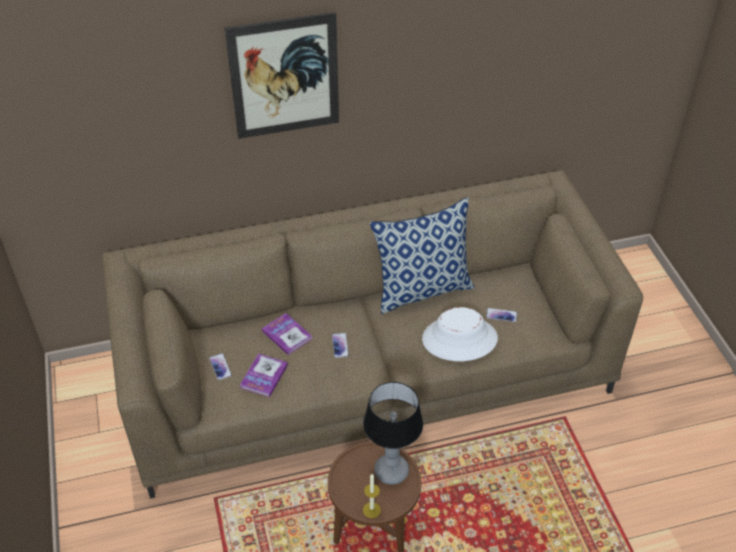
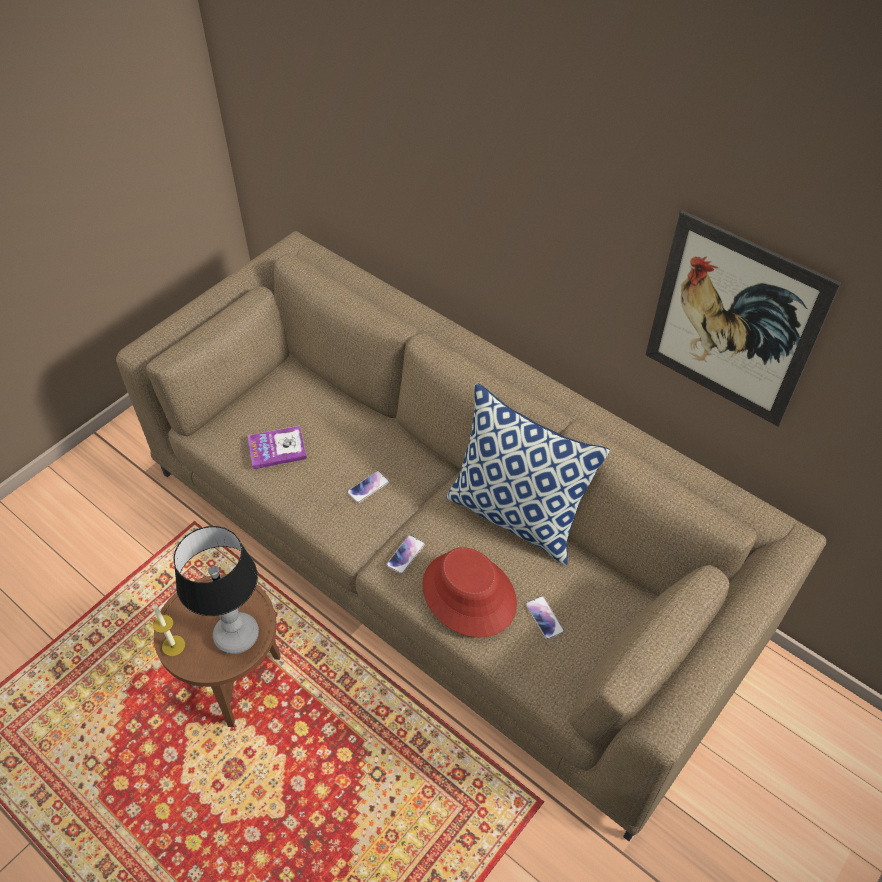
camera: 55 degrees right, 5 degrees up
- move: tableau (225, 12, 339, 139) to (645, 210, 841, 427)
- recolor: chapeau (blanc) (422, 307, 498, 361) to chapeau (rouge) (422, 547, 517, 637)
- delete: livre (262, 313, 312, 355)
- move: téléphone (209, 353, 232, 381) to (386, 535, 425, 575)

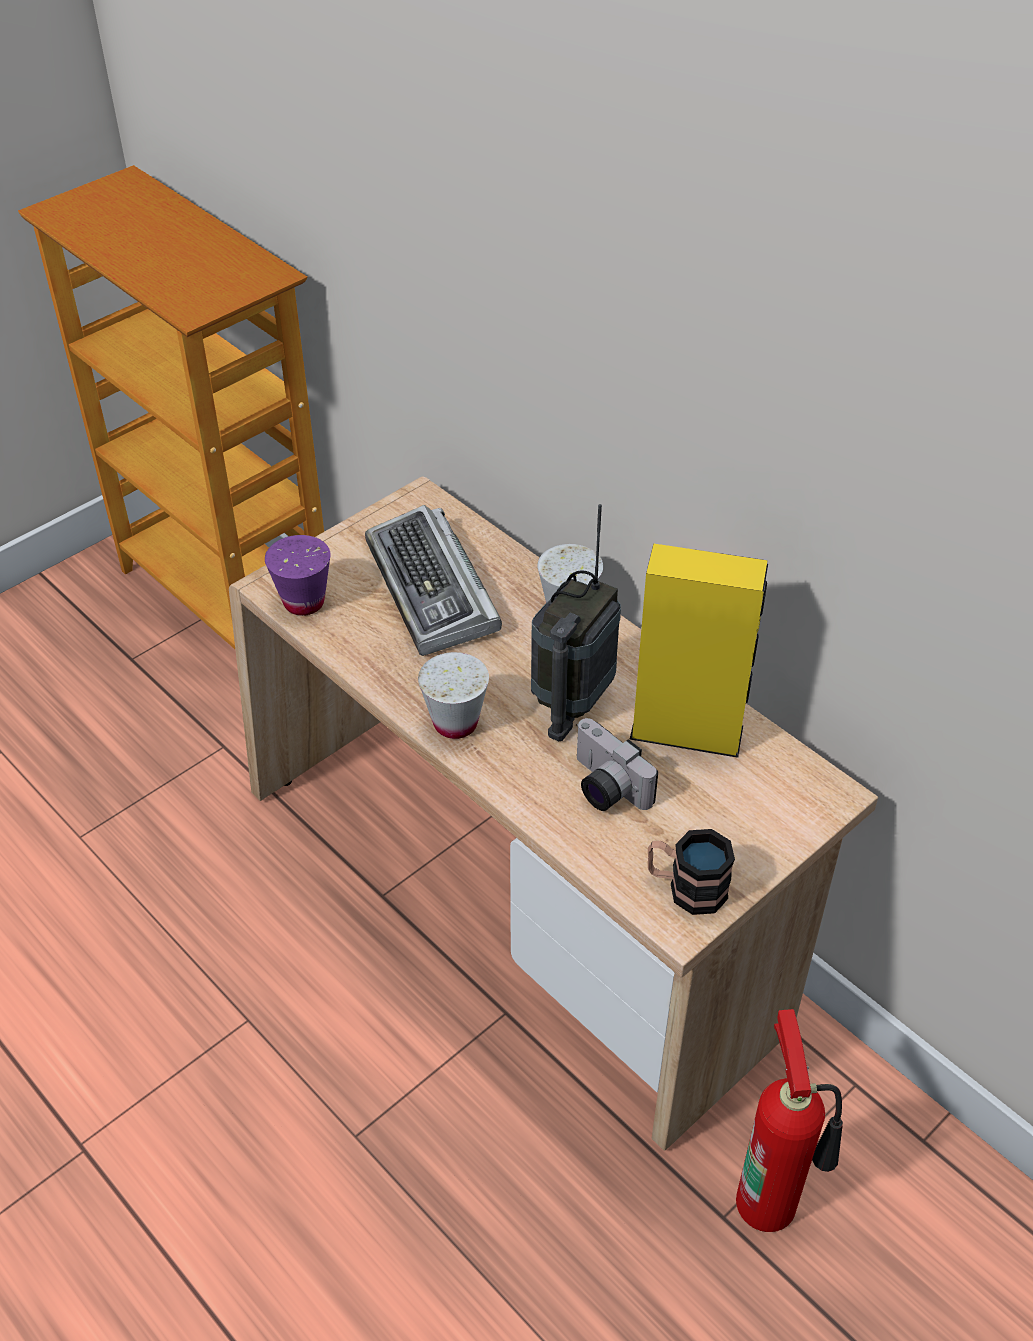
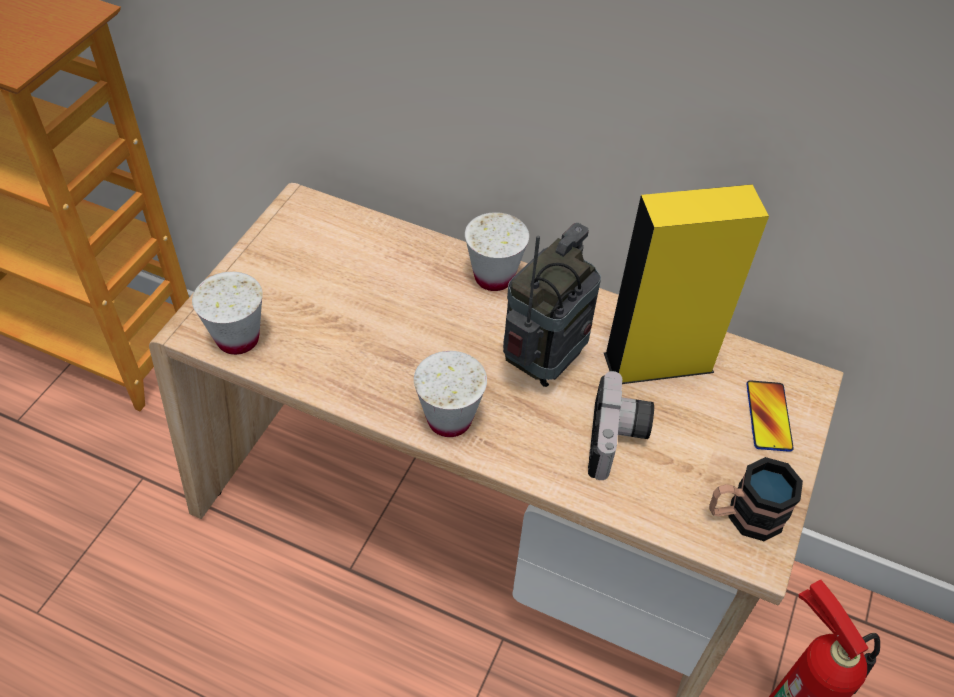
camera: 25 degrees left, 5 degrees up
- rotate: radio (531, 504, 621, 742) = (503, 223, 601, 387) 150 degrees counterclockwise
- delete: clavier (365, 505, 502, 656)
- recolor: tasse (violet) (265, 535, 331, 616) to tasse (blanc) (192, 272, 263, 355)
- rotate: appareil photo (576, 718, 658, 811) = (588, 371, 654, 480) 105 degrees counterclockwise
- insert: téléphone (746, 380, 794, 452)

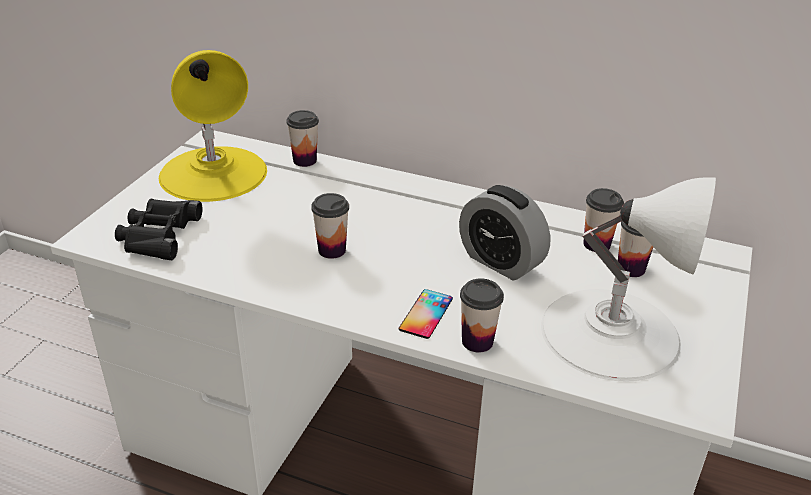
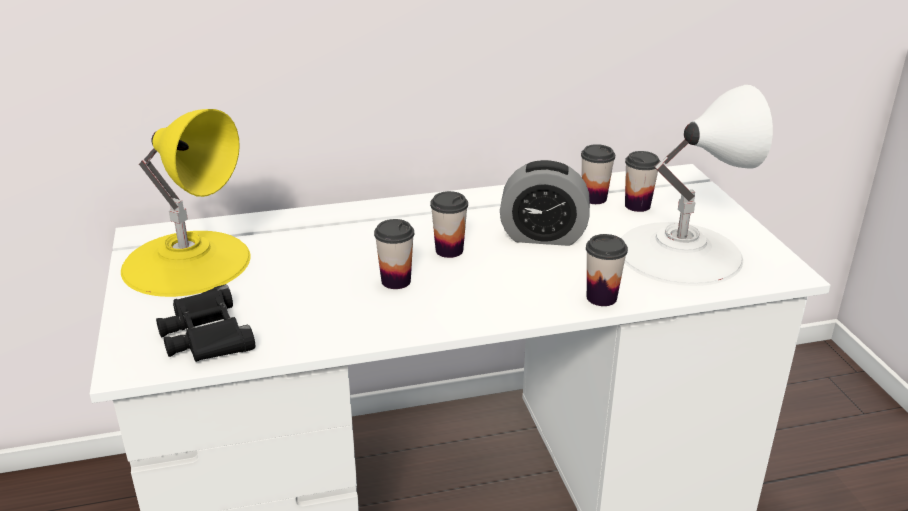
camera: 35 degrees left, 5 degrees down
- move: tasse (286, 110, 319, 167) to (430, 191, 468, 258)
- delete: téléphone (399, 289, 453, 339)

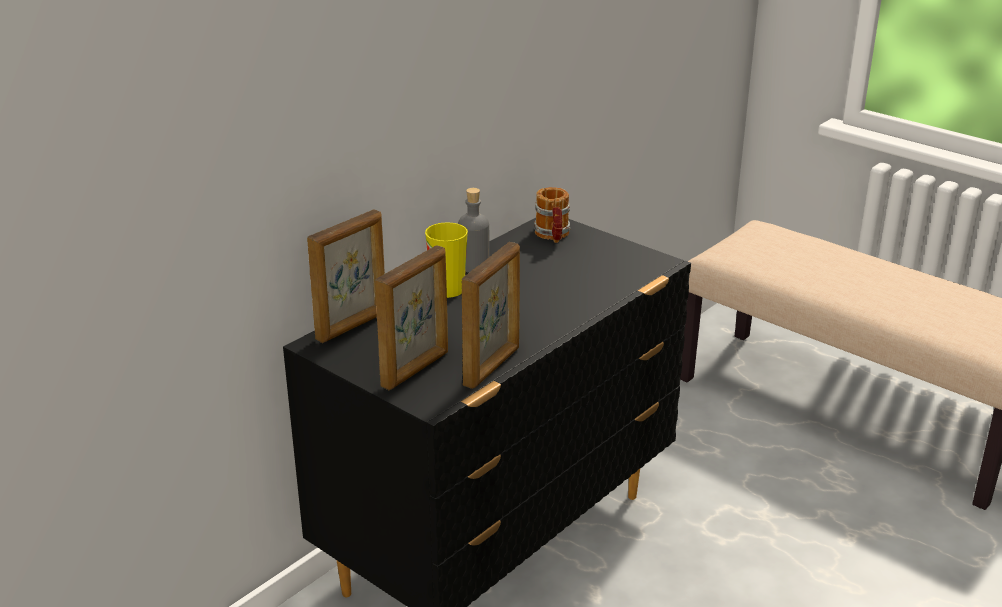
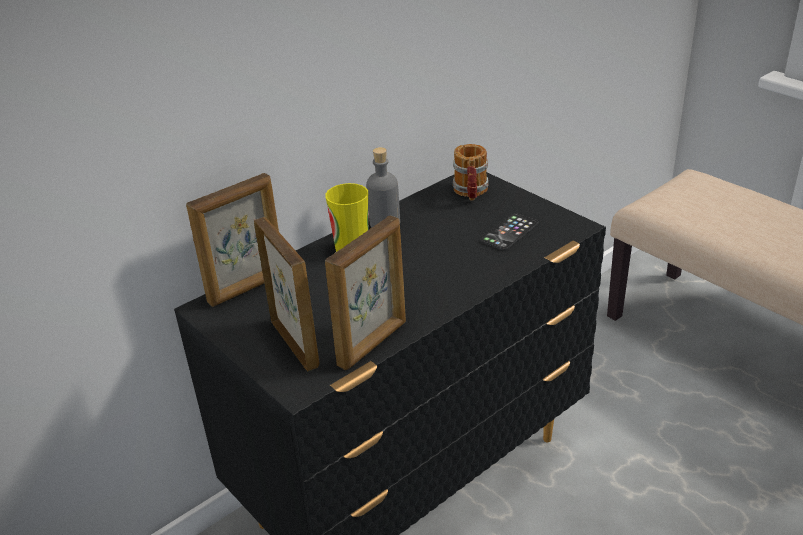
camera: 10 degrees right, 5 degrees up
- rotate: cadre photo (375, 245, 448, 390) = (254, 217, 319, 372) 75 degrees counterclockwise
- insert: téléphone (481, 213, 538, 250)

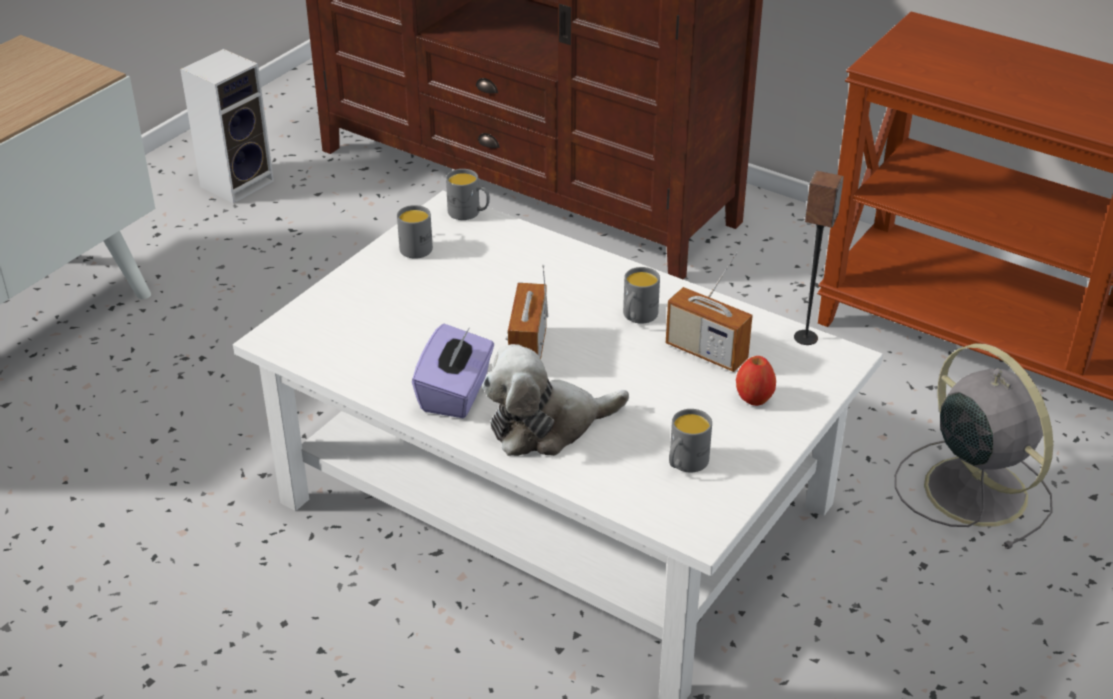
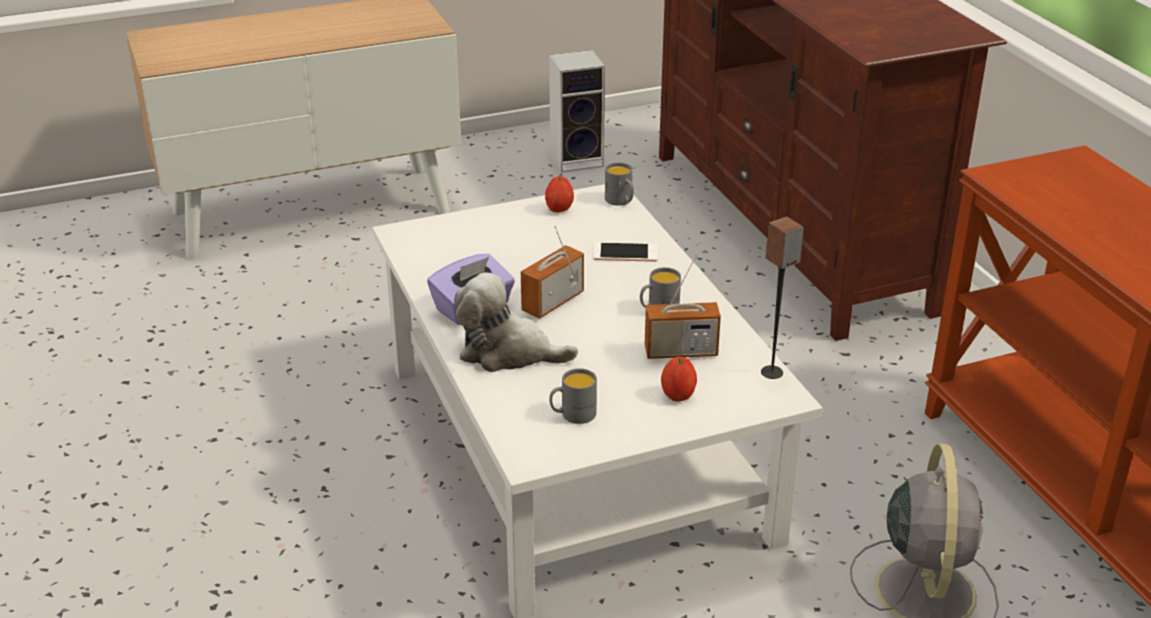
camera: 35 degrees right, 5 degrees down
- replace: mug (gris) (397, 205, 433, 259) to pomme (545, 176, 574, 212)
- rotate: radio (666, 252, 753, 372) = (645, 254, 721, 359) 75 degrees counterclockwise
- insert: téléphone (593, 242, 657, 262)

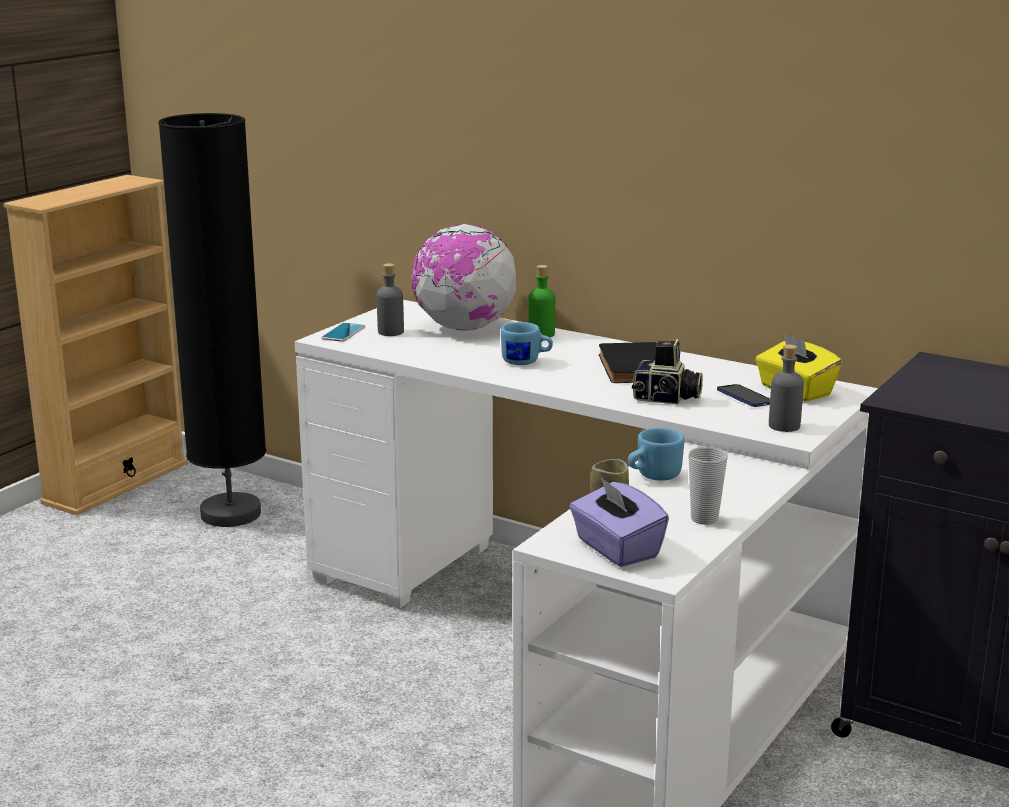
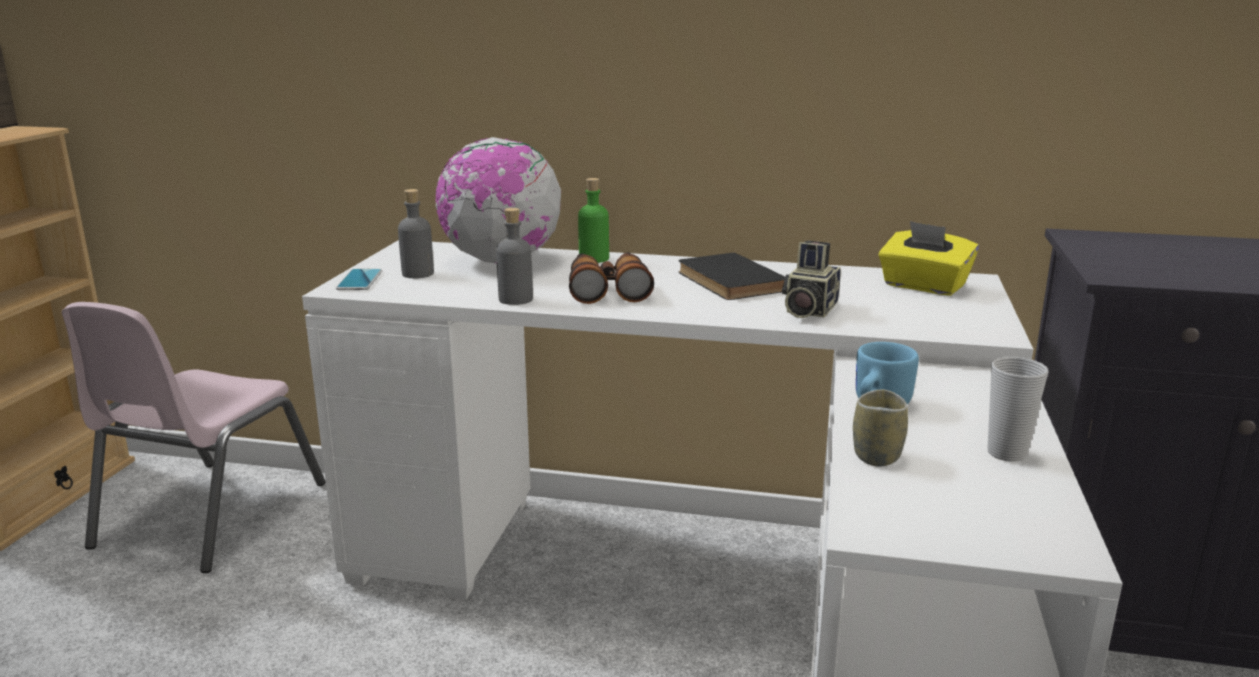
camera: 20 degrees left, 0 degrees up
- replace: lampadaire (noir) (158, 113, 266, 527) to chaise (rose) (62, 302, 325, 573)
- replace: mug (bleu) (501, 322, 553, 365) to jumelles (569, 252, 654, 304)
- rotate: appareil photo (632, 339, 703, 404) = (782, 240, 841, 318) 120 degrees clockwise
- move: bouteille (gris) (769, 345, 804, 432) to (496, 208, 533, 305)
- delete: téléphone (717, 384, 770, 407)
- delete: boîte à mouchoirs (violet) (570, 476, 669, 567)

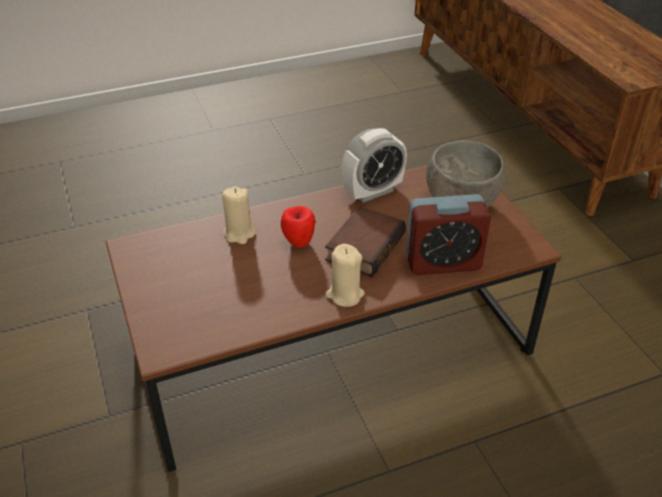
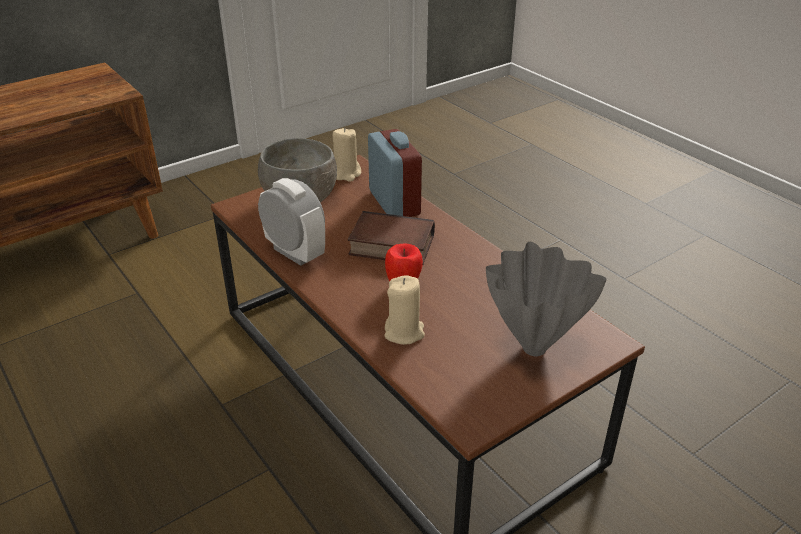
camera: 105 degrees left, 5 degrees down
- move: bougie (beige) (325, 244, 365, 307) to (333, 127, 361, 182)
- insert: vase (gris) (486, 242, 607, 356)

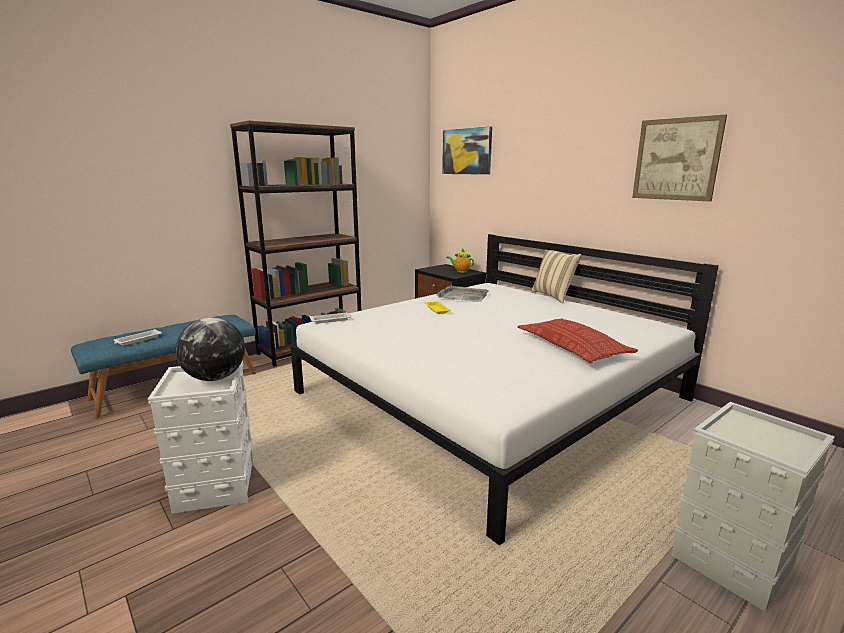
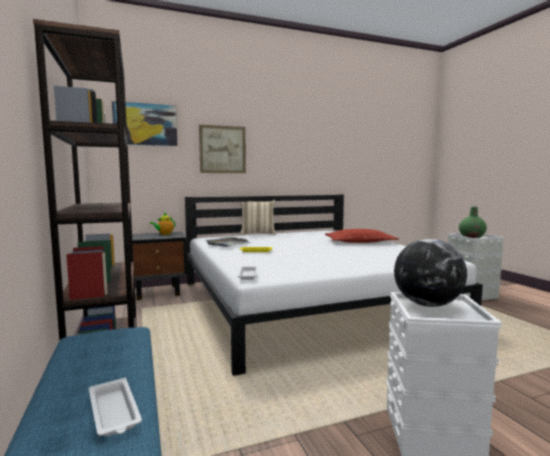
camera: 70 degrees left, 10 degrees down
- move: tableau (632, 114, 727, 202) to (199, 125, 246, 173)
- insert: vase (vert) (459, 207, 487, 238)

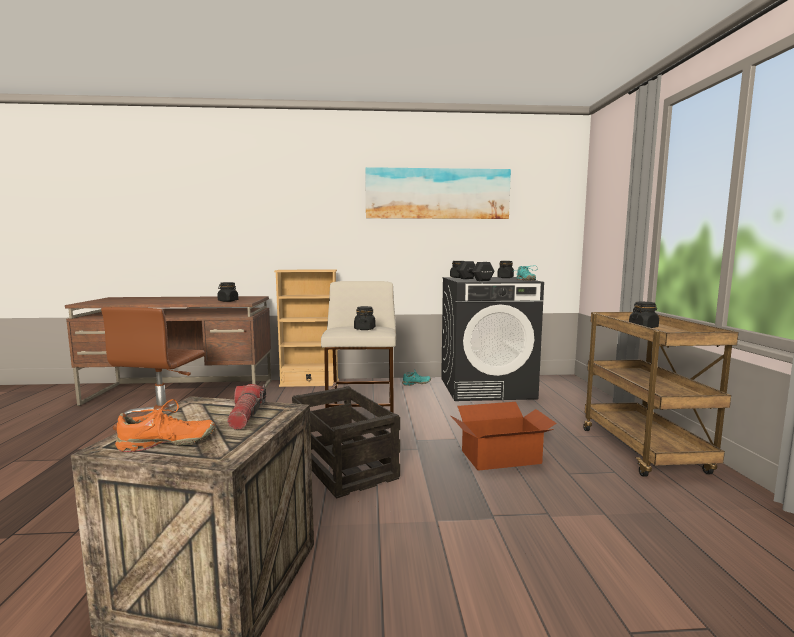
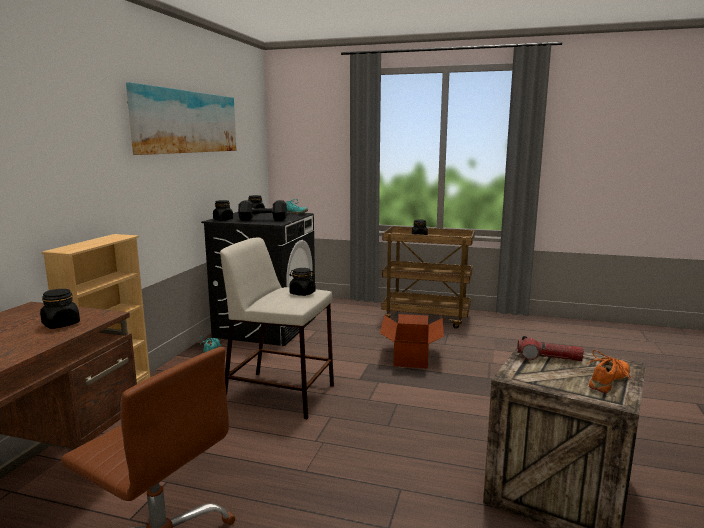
camera: 70 degrees left, 5 degrees up
- delete: caisse (292, 386, 400, 499)
- rotate: chaussure (orange) (115, 399, 216, 452) = (587, 350, 631, 393) 45 degrees clockwise

